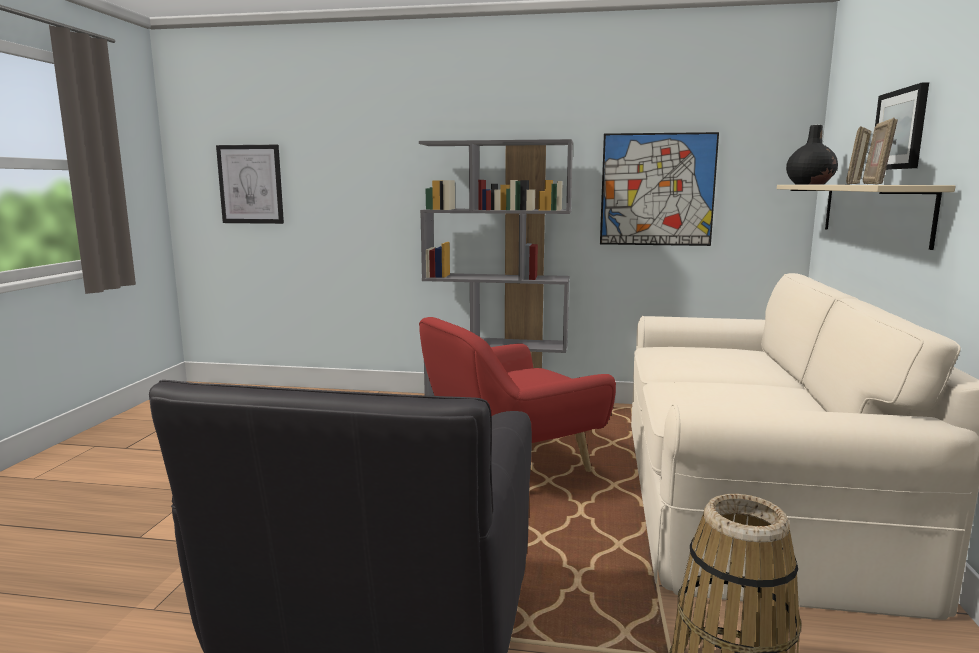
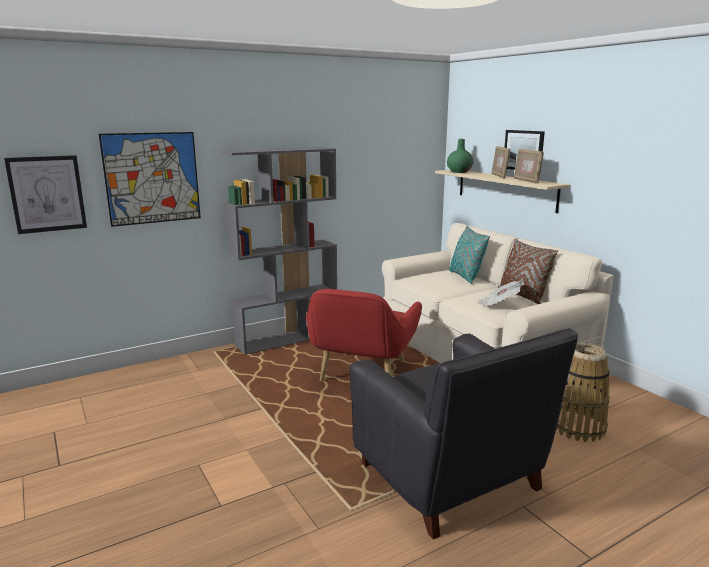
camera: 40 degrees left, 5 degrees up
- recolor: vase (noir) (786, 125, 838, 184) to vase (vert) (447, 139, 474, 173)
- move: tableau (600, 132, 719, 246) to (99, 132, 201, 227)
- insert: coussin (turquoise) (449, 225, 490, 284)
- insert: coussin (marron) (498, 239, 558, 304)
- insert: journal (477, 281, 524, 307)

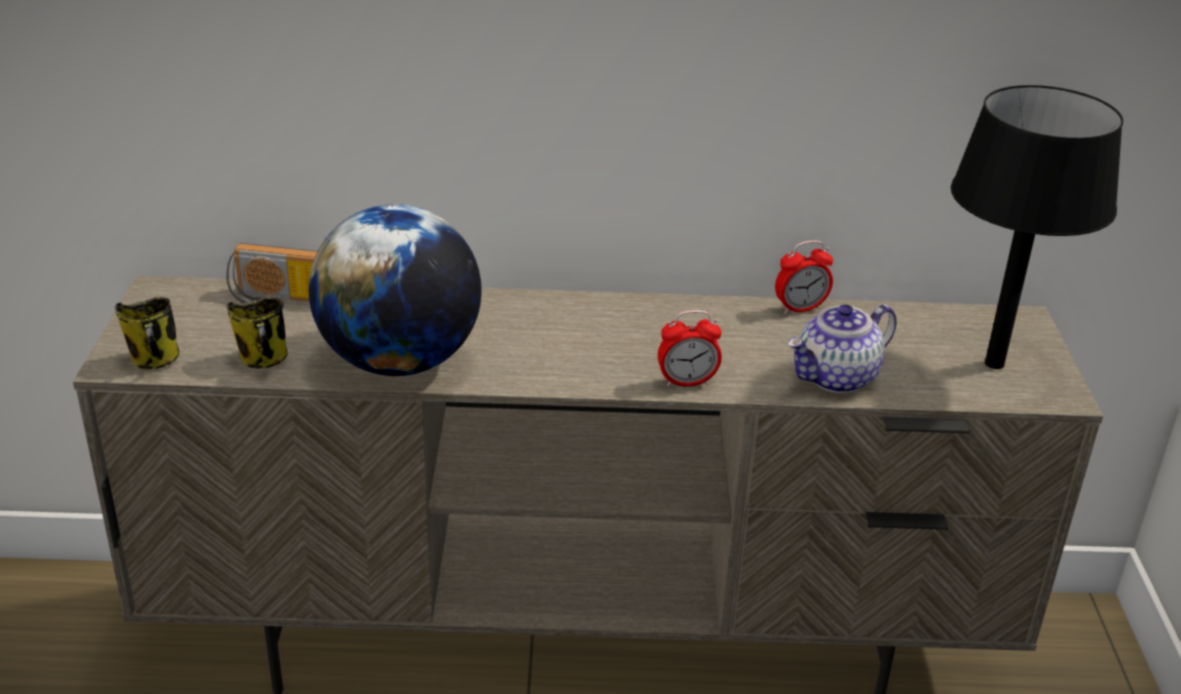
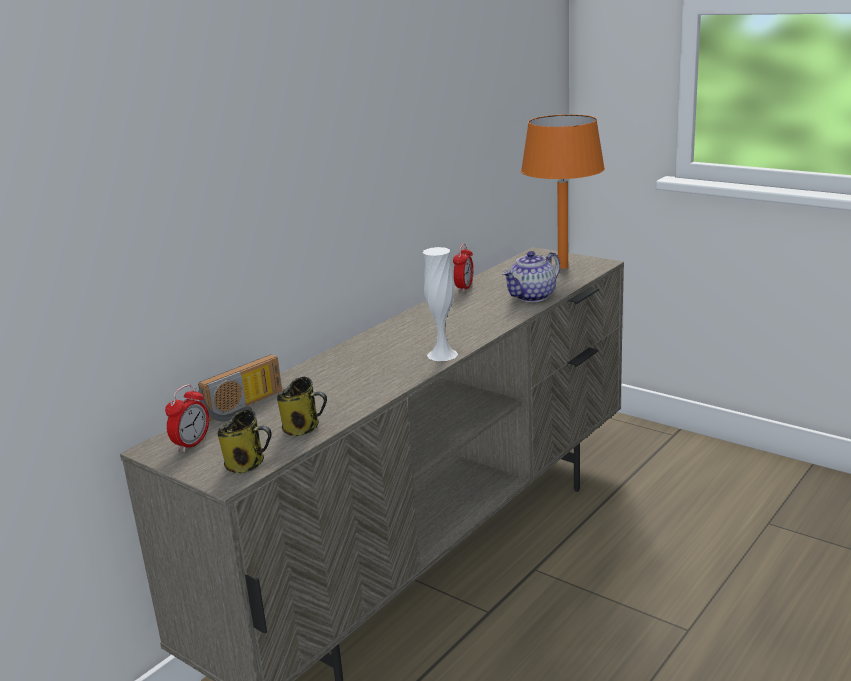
camera: 50 degrees left, 10 degrees down
- recolor: lampe de table (noir) (951, 85, 1123, 369) to lampe de table (orange) (521, 114, 605, 269)
- delete: globe (309, 204, 482, 376)
- rotate: théière (787, 304, 897, 393) = (502, 251, 560, 302) 45 degrees clockwise
- move: réveil (658, 310, 722, 387) to (165, 384, 209, 453)
- insert: vase (blanc) (423, 247, 458, 361)

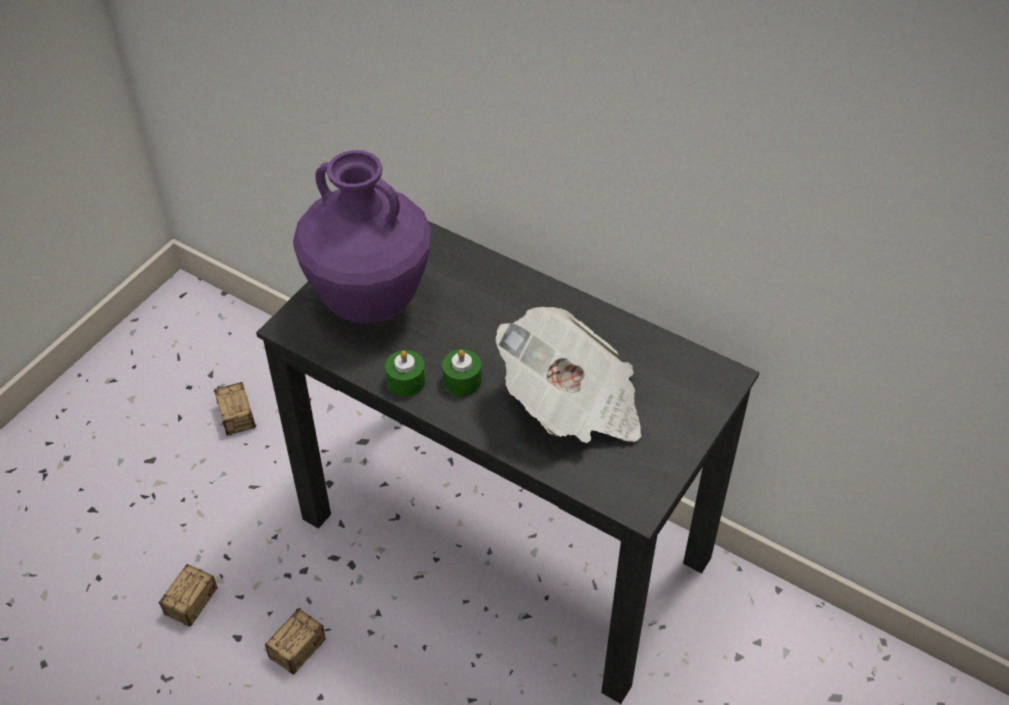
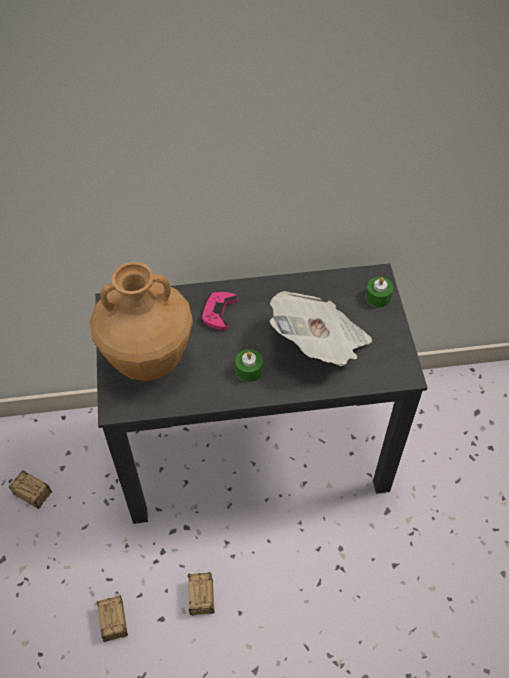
camera: 40 degrees left, 5 degrees up
- recolor: vase (violet) (293, 150, 432, 324) to vase (marron) (89, 262, 193, 381)
- move: bougie (vert) (385, 350, 426, 397) to (366, 277, 393, 307)
- insert: manette (rose) (201, 292, 237, 330)

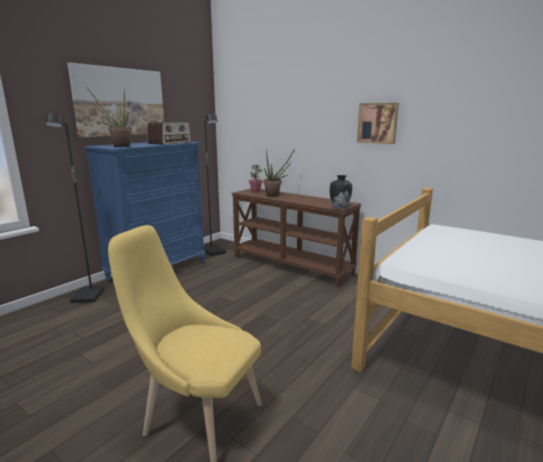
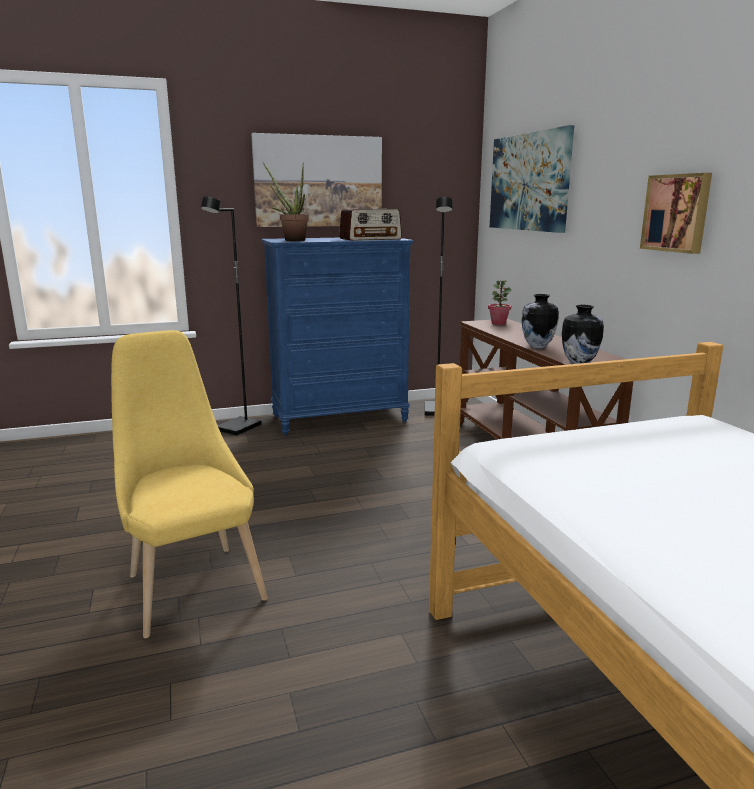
camera: 35 degrees right, 0 degrees up
- delete: plante en pot (264, 149, 295, 197)
- insert: tableau (490, 125, 574, 233)
- insert: vase (522, 294, 559, 349)

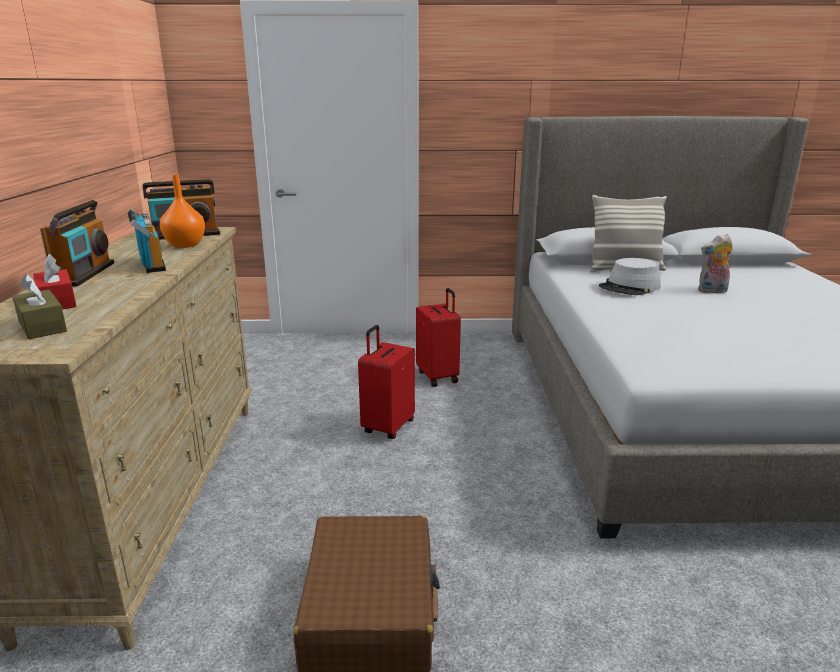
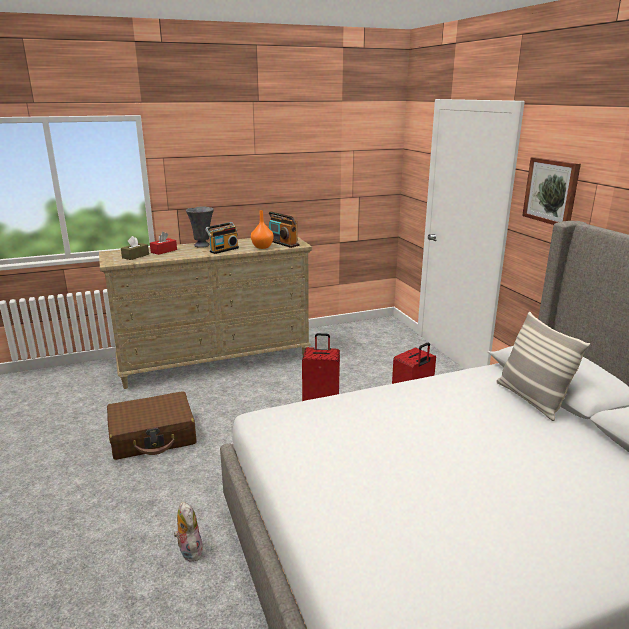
camera: 70 degrees right, 0 degrees up
- replace: radio (40, 200, 114, 287) to vase (gris) (186, 207, 214, 248)
- move: peluche (698, 234, 733, 293) to (174, 502, 203, 562)
- delete: chapeau (gris) (599, 258, 661, 295)
- insert: tableau (522, 157, 581, 225)

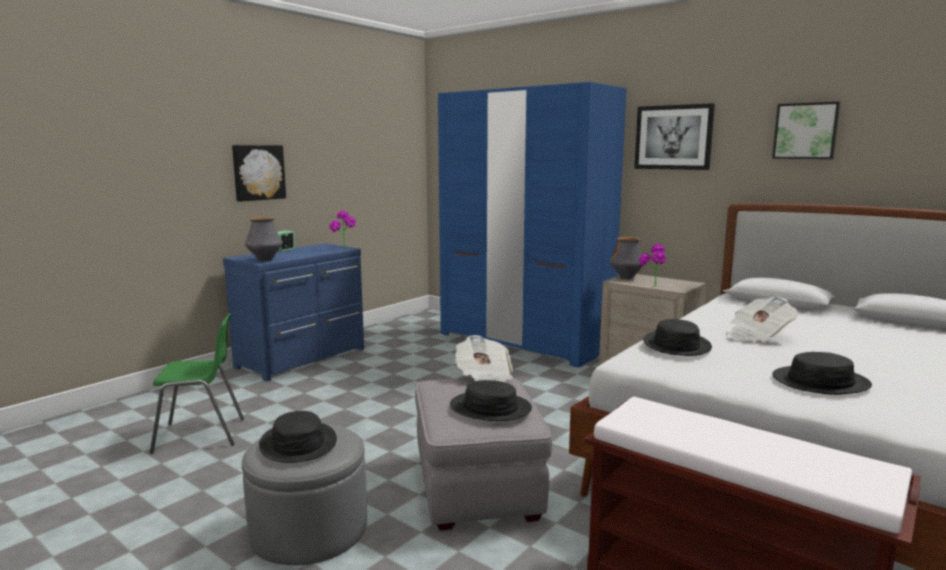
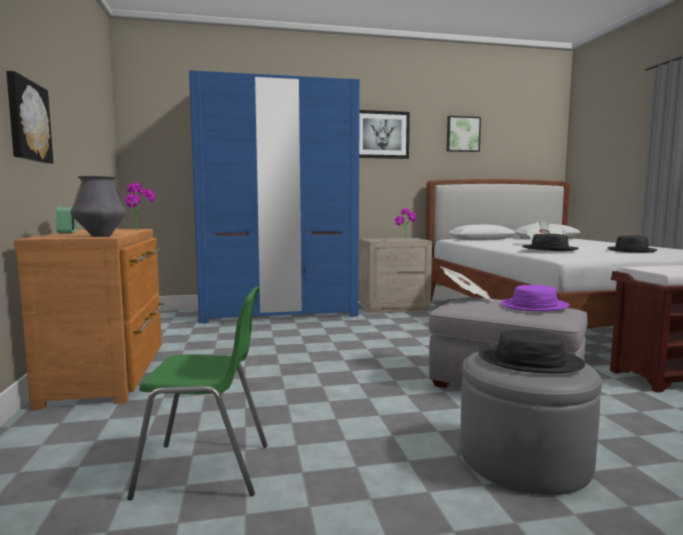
camera: 50 degrees left, 5 degrees down
- delete: vase (610, 237, 643, 279)
- recolor: commode (bleu) (223, 243, 364, 381) to commode (marron) (14, 229, 164, 410)
- rotate: chaise (vert) (150, 314, 244, 454) = (127, 287, 268, 500) 60 degrees clockwise
- recolor: chapeau (noir) (450, 380, 532, 421) to chapeau (violet) (501, 285, 570, 311)

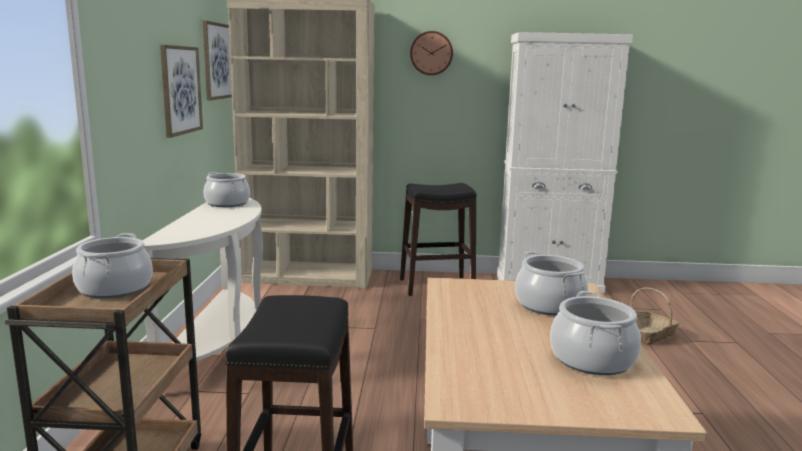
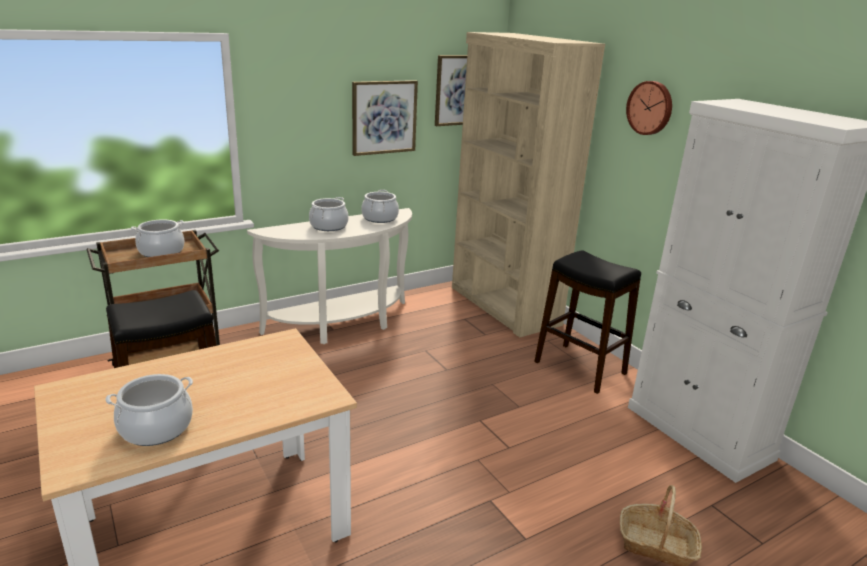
camera: 55 degrees right, 10 degrees up
- move: marmite (515, 251, 588, 316) to (309, 197, 349, 231)

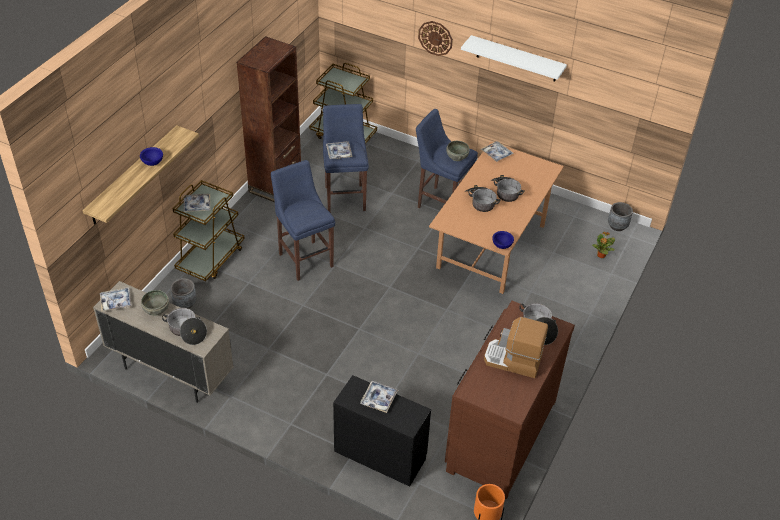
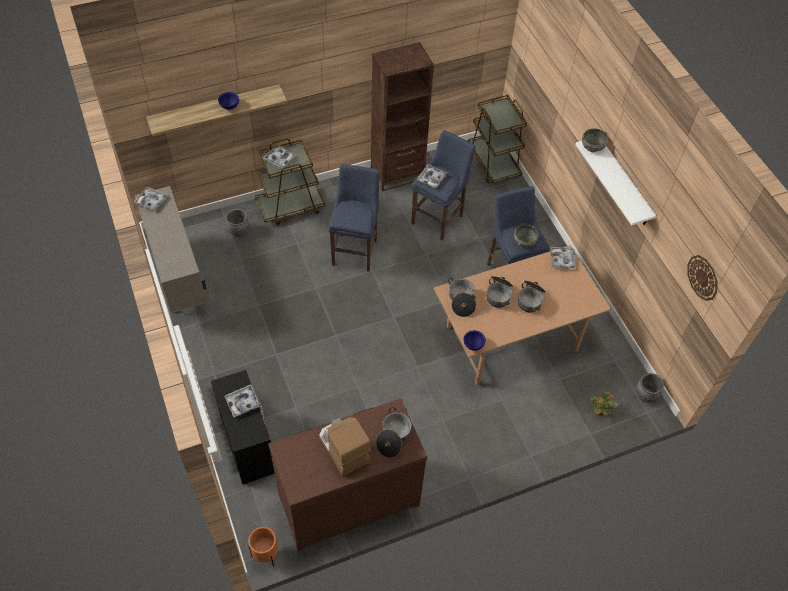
camera: 40 degrees right, 10 degrees up
- move: horloge murale (418, 21, 453, 56) to (687, 255, 717, 301)
- move: bol (gris) (141, 290, 169, 316) to (582, 128, 608, 152)
- move: marmite (162, 308, 207, 345) to (448, 277, 476, 317)

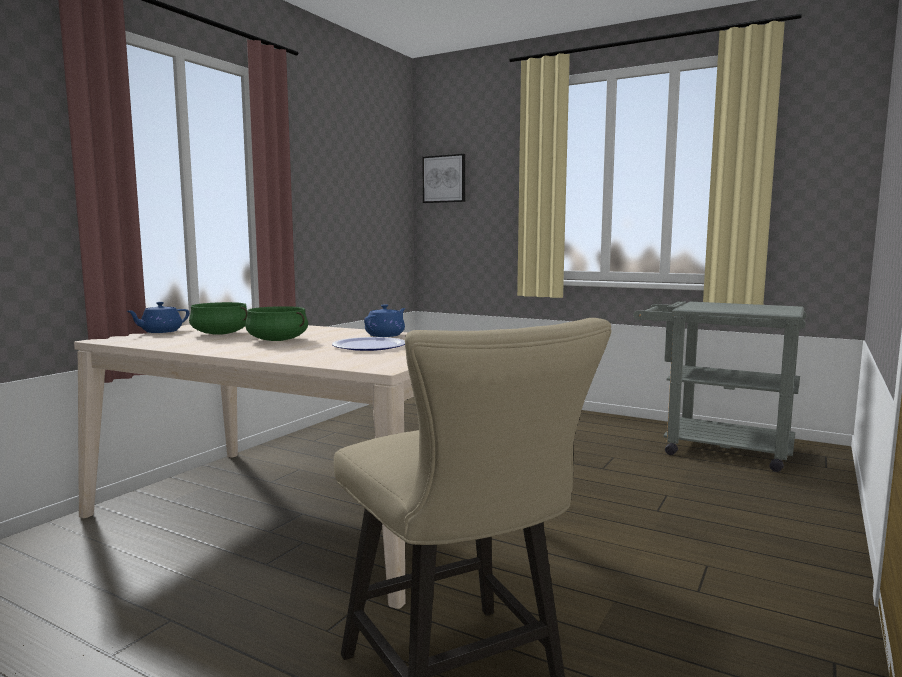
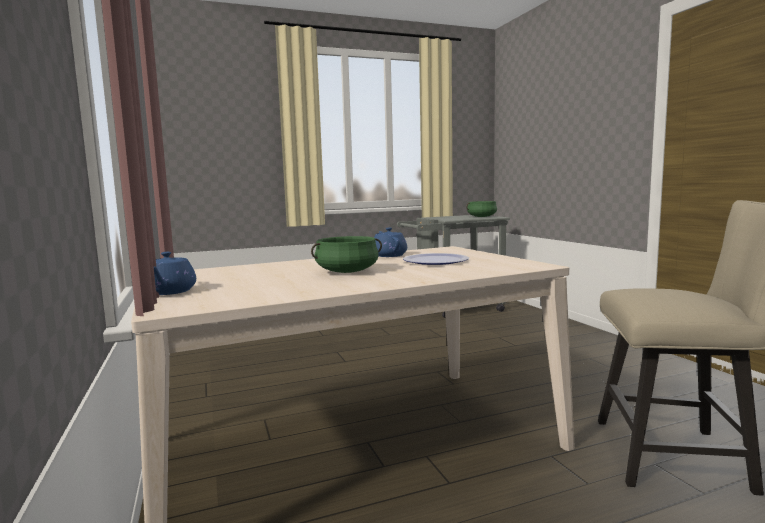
camera: 50 degrees left, 0 degrees up
- delete: tableau (422, 154, 465, 203)
- move: marmite (vert) (189, 302, 247, 335) to (466, 201, 497, 217)

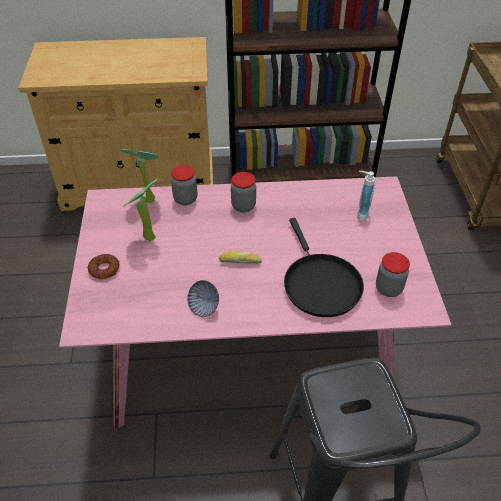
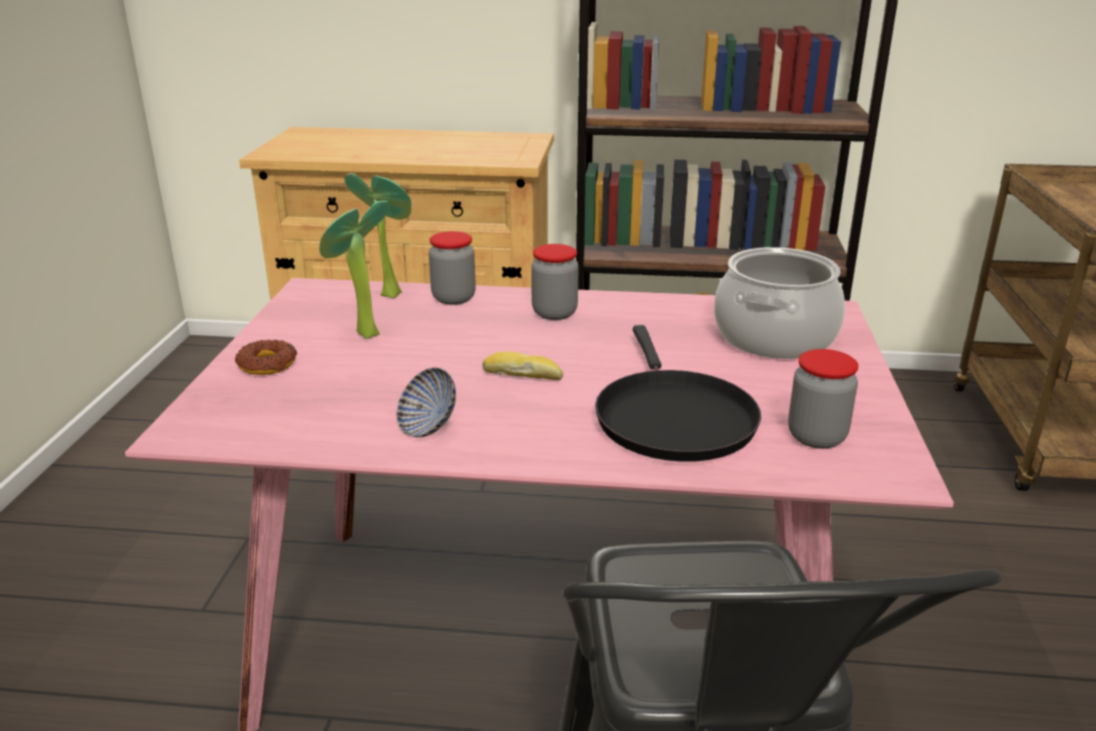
camera: 10 degrees right, 20 degrees down
- replace: distributeur de savon (357, 171, 375, 222) to marmite (714, 247, 845, 359)

